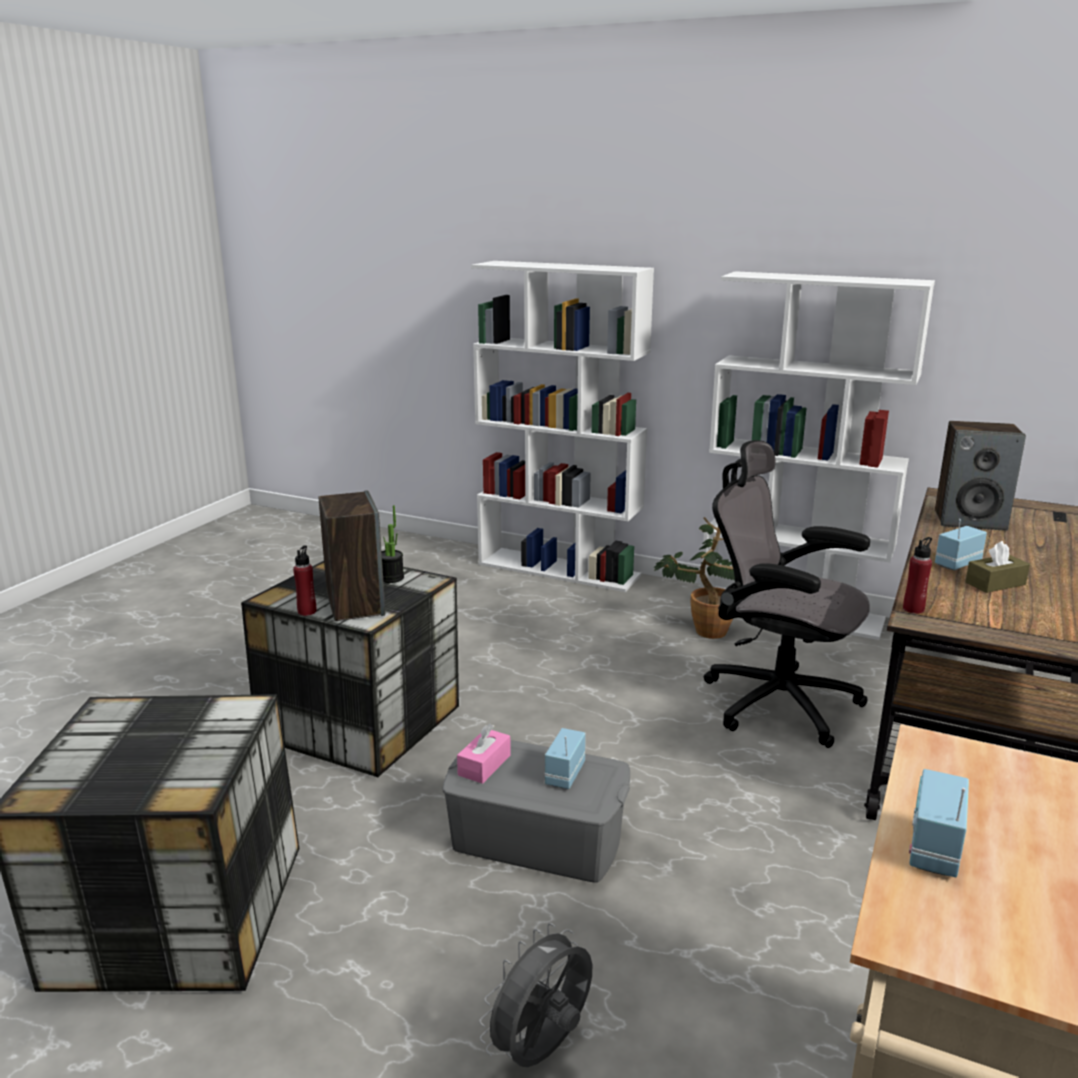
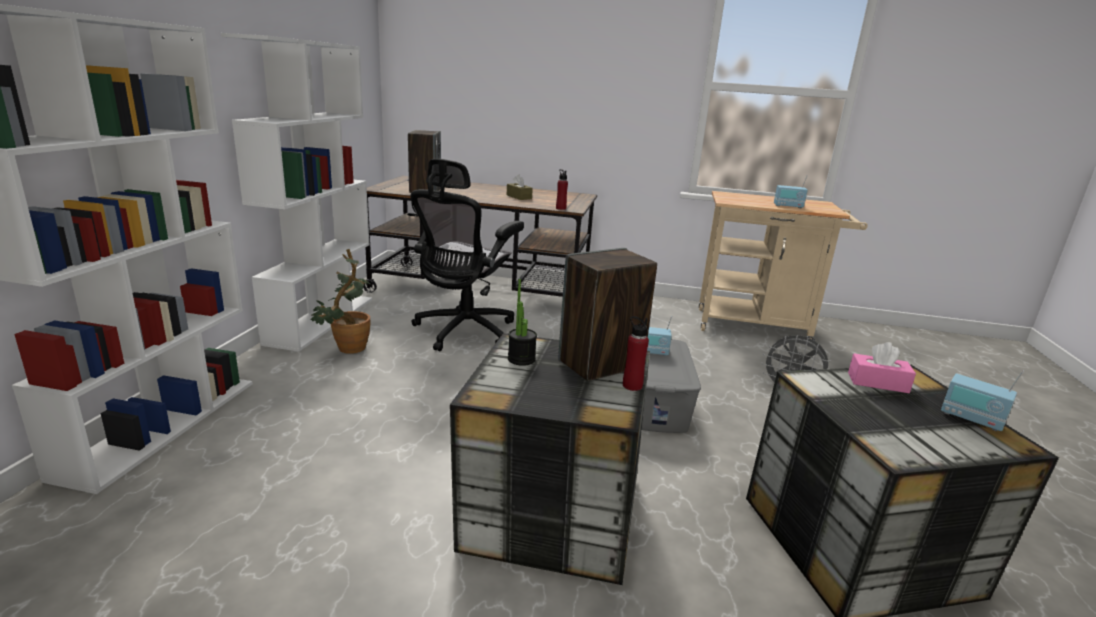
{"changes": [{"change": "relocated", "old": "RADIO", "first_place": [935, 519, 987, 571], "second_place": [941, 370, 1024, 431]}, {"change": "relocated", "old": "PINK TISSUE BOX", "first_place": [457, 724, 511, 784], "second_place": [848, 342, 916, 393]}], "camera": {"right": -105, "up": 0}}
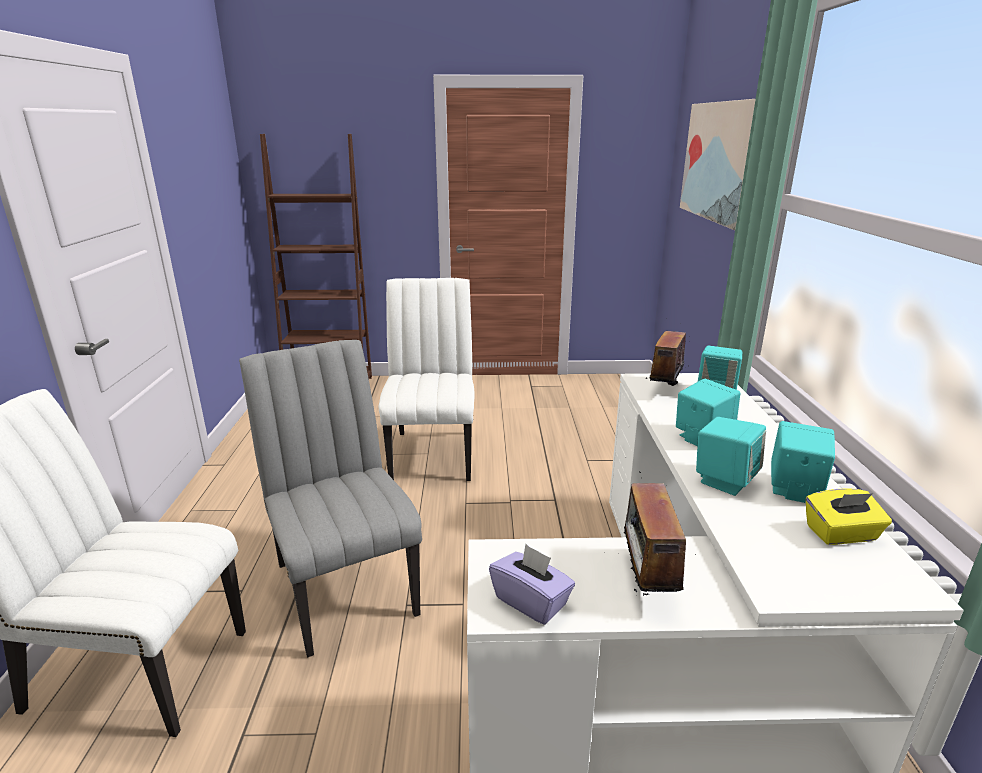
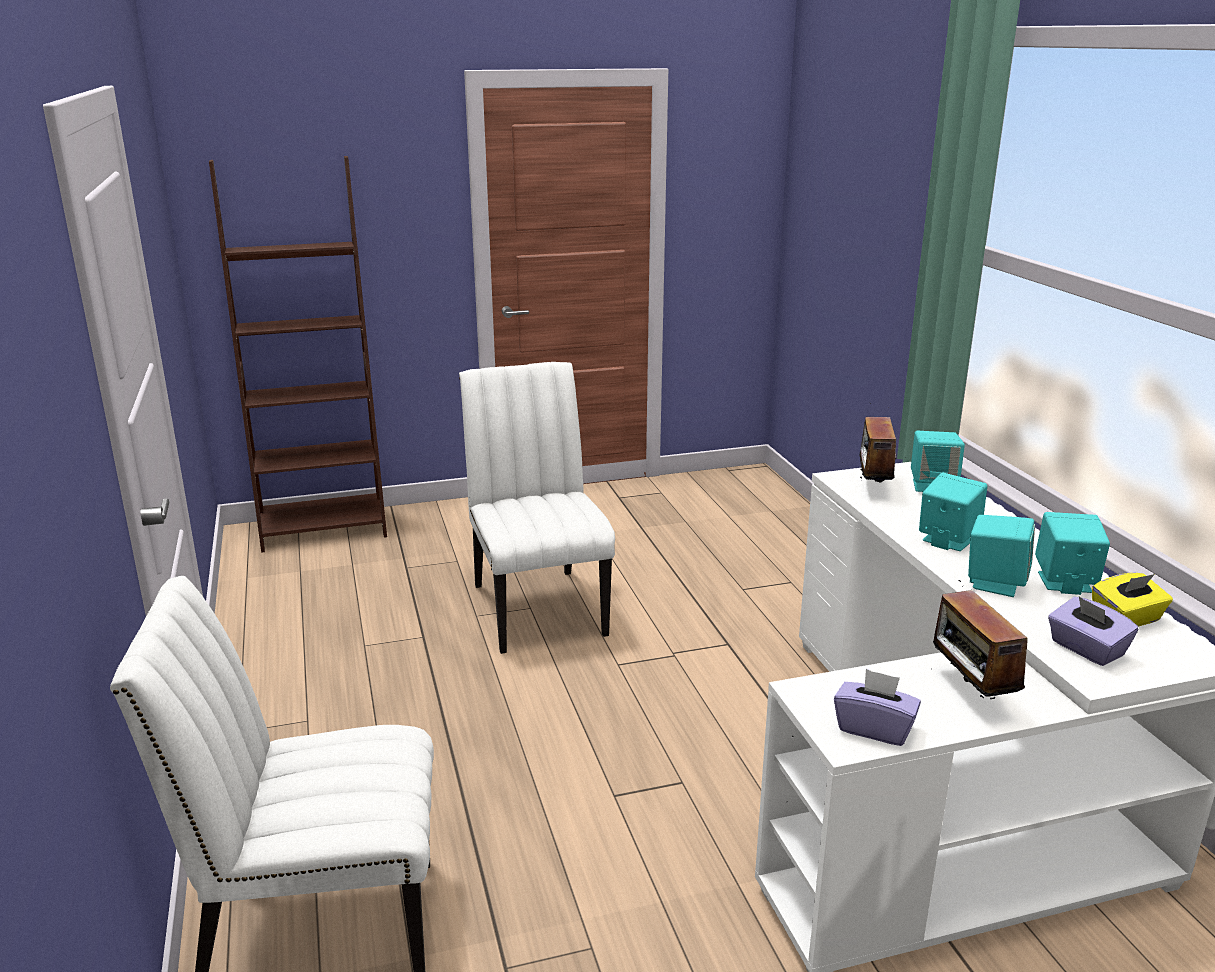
{"changes": [{"change": "missing", "old": "PICTURE", "first_place": [680, 99, 755, 230]}, {"change": "missing", "old": "GREY CHAIR", "first_place": [239, 340, 422, 658]}, {"change": "appeared", "new": "PURPLE TISSUE BOX", "second_place": [1048, 596, 1138, 666]}], "camera": {"right": -15, "up": 0}}
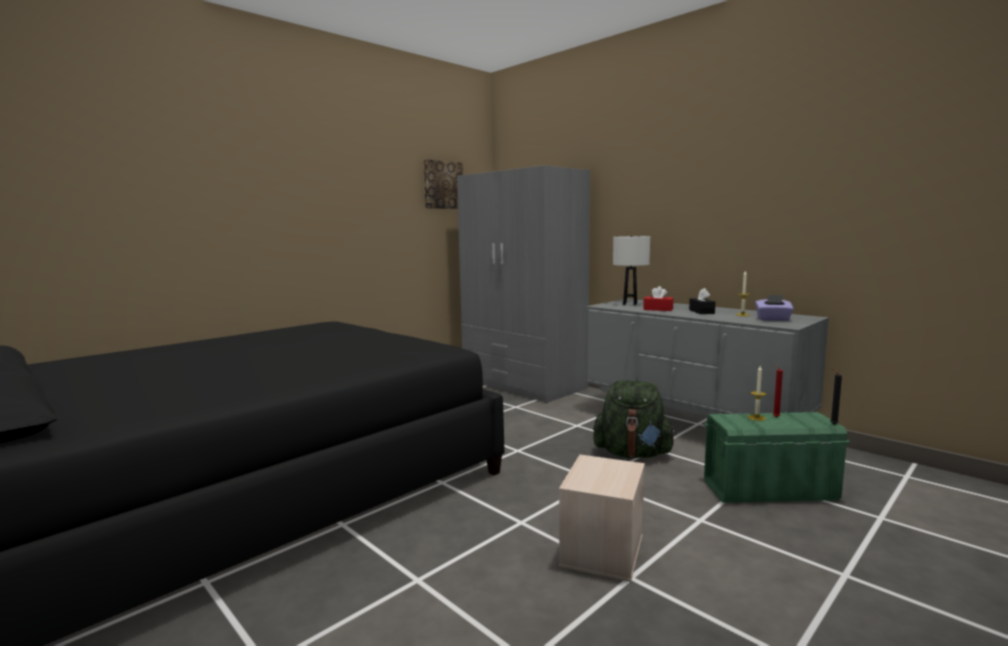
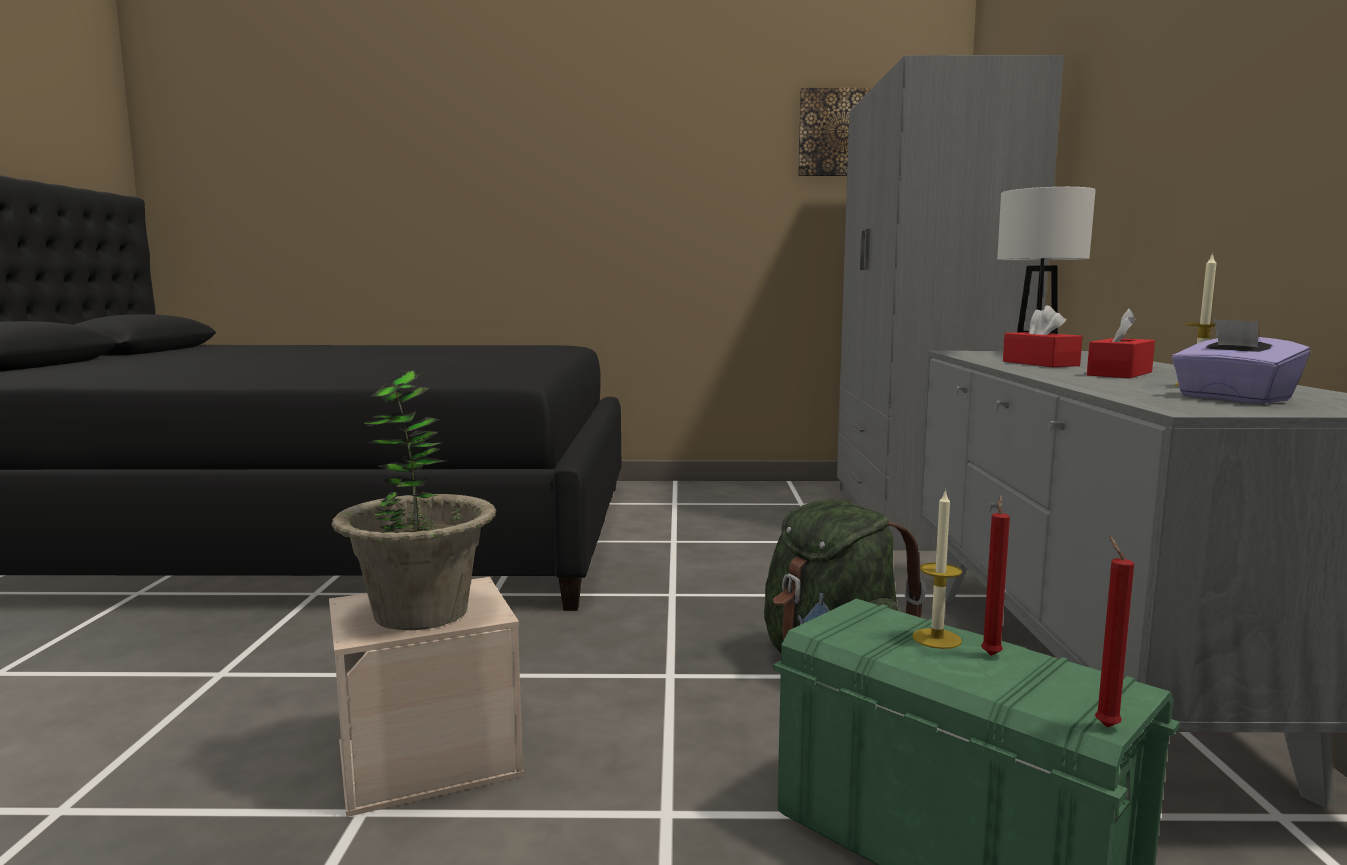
{"changes": [{"change": "colour", "old": "BLACK TISSUE BOX", "new": "RED TISSUE BOX", "first_place": [689, 288, 715, 314], "second_place": [1087, 309, 1155, 378]}, {"change": "colour", "old": "BLACK CANDLE", "new": "RED CANDLE", "first_place": [830, 369, 842, 425], "second_place": [1095, 536, 1134, 728]}, {"change": "appeared", "new": "POTTED PLANT", "second_place": [332, 371, 496, 630]}], "camera": {"right": 45, "up": 0}}
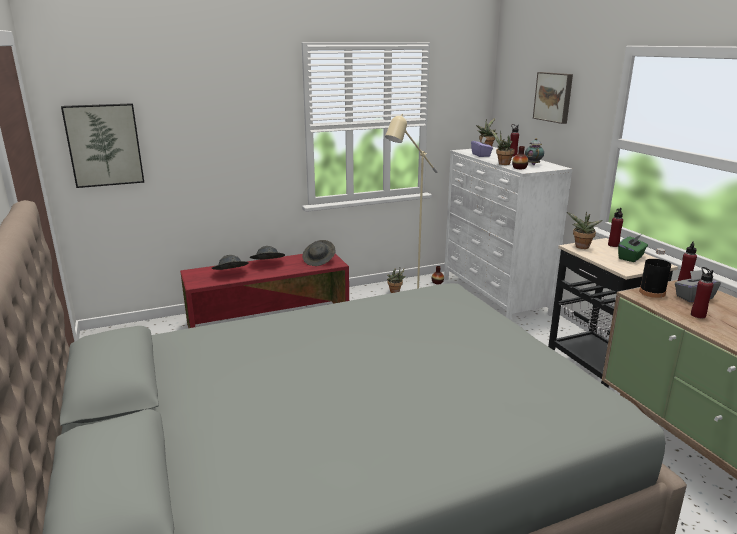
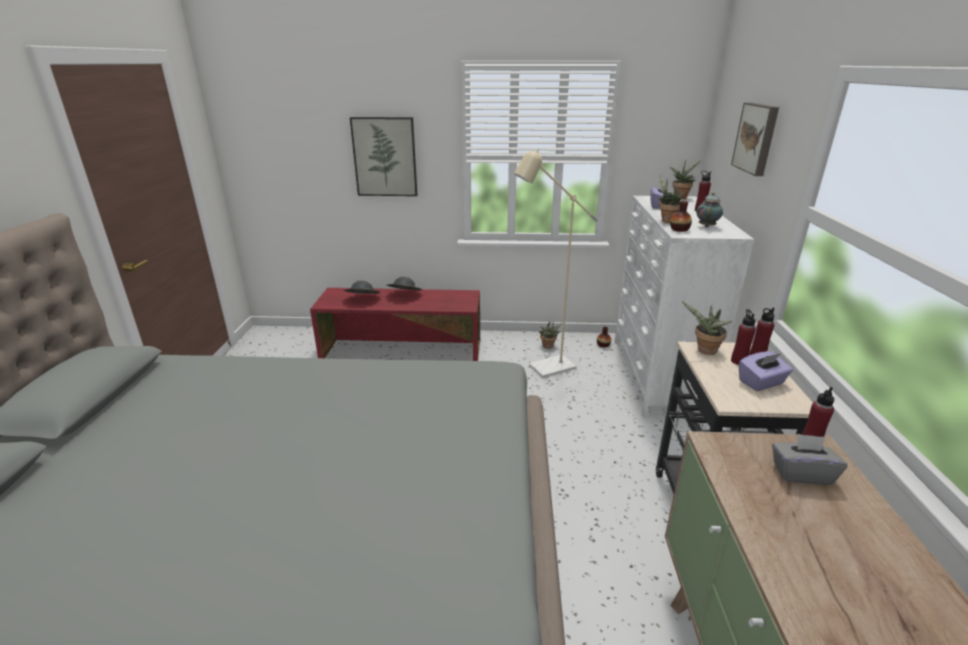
{"changes": [{"change": "relocated", "old": "PICTURE", "first_place": [61, 103, 144, 188], "second_place": [350, 117, 417, 196]}, {"change": "colour", "old": "GREEN TISSUE BOX", "new": "PURPLE TISSUE BOX", "first_place": [618, 235, 648, 262], "second_place": [739, 351, 793, 391]}, {"change": "missing", "old": "GREY HAT", "first_place": [302, 240, 335, 266]}, {"change": "missing", "old": "BLACK BOTTLE", "first_place": [639, 248, 671, 298]}, {"change": "relocated", "old": "RED BOTTLE", "first_place": [691, 267, 714, 318], "second_place": [731, 309, 756, 365]}], "camera": {"right": 25, "up": 5}}
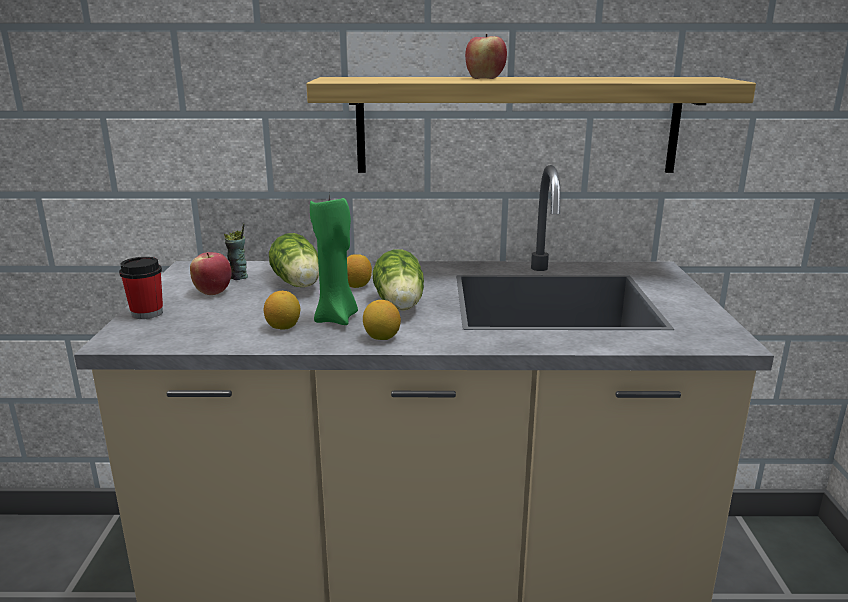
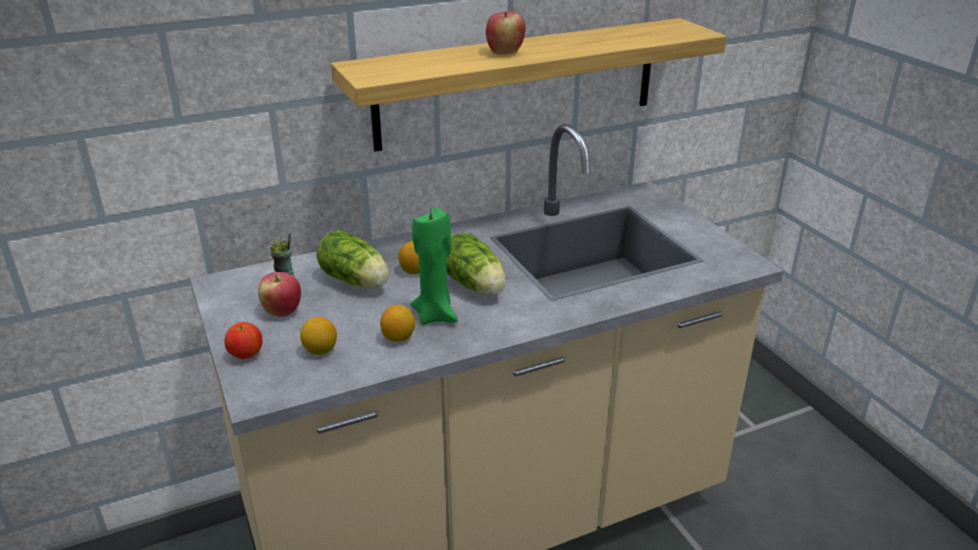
{"changes": [{"change": "exchanged", "old": "CUP", "new": "APPLE", "first_place": [119, 257, 163, 319], "second_place": [224, 322, 263, 359]}, {"change": "relocated", "old": "LEMON", "first_place": [363, 300, 401, 340], "second_place": [300, 317, 337, 355]}], "camera": {"right": -25, "up": 10}}
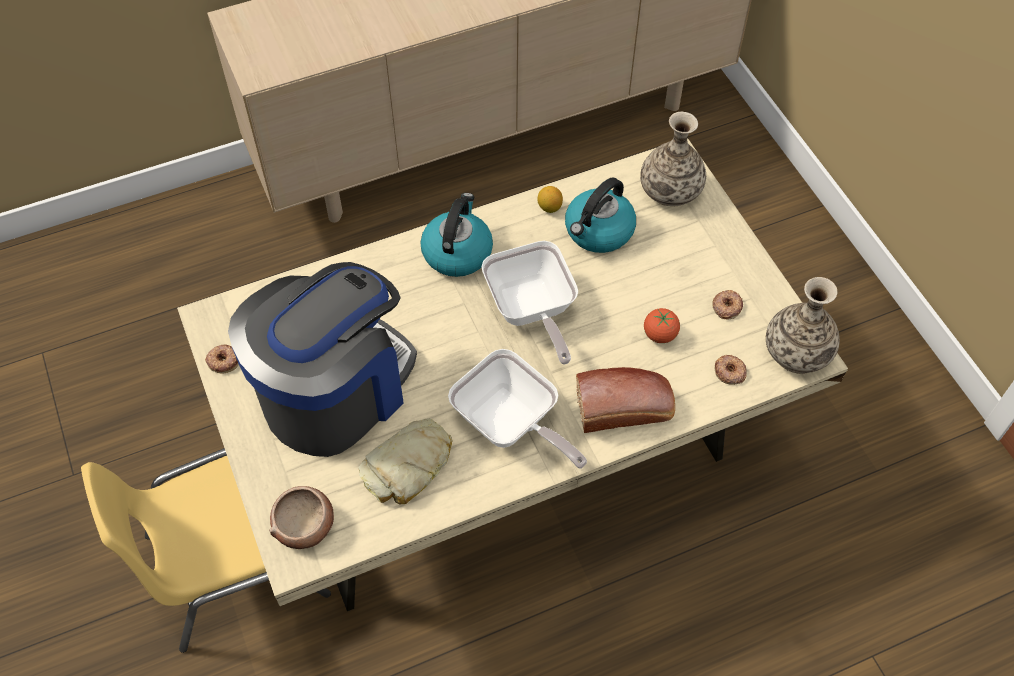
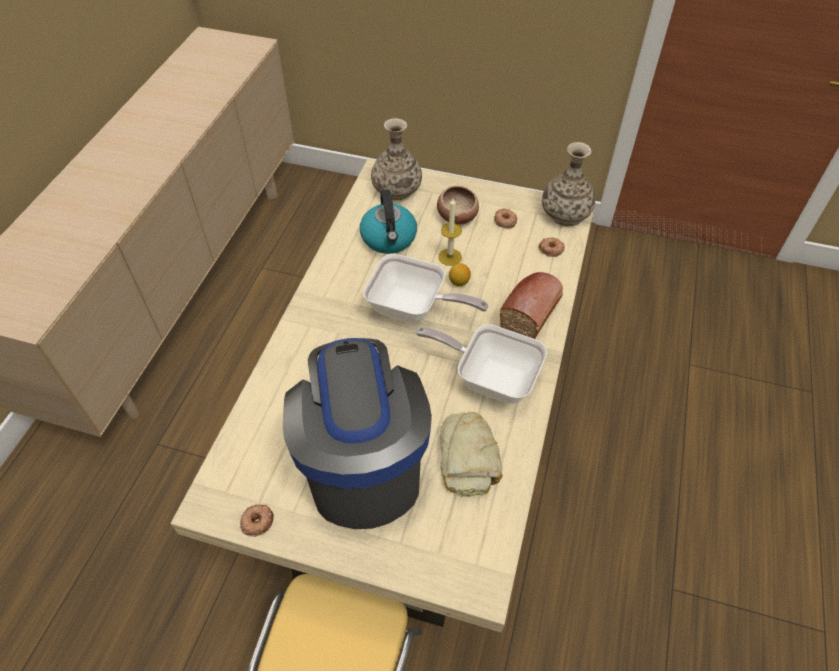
{"changes": [{"change": "relocated", "old": "LEMON", "first_place": [537, 186, 563, 213], "second_place": [449, 263, 471, 286]}, {"change": "missing", "old": "KETTLE", "first_place": [420, 193, 493, 277]}, {"change": "missing", "old": "TOMATO", "first_place": [644, 308, 680, 343]}, {"change": "spun", "old": "FRYING PAN", "first_place": [448, 349, 587, 469], "second_place": [415, 324, 547, 404], "degrees": -150}, {"change": "relocated", "old": "BOWL", "first_place": [269, 486, 334, 549], "second_place": [437, 186, 479, 225]}, {"change": "appeared", "new": "CANDLE", "second_place": [438, 198, 462, 266]}], "camera": {"right": -50, "up": -5}}
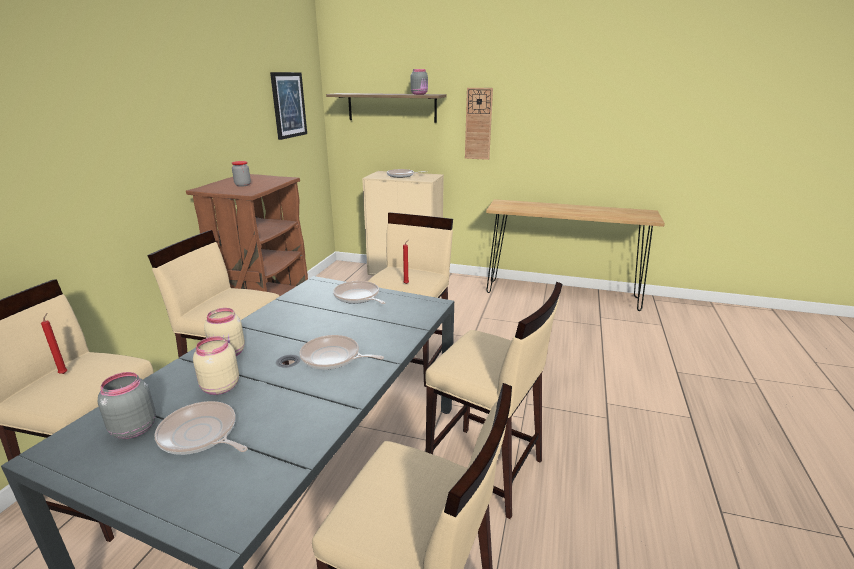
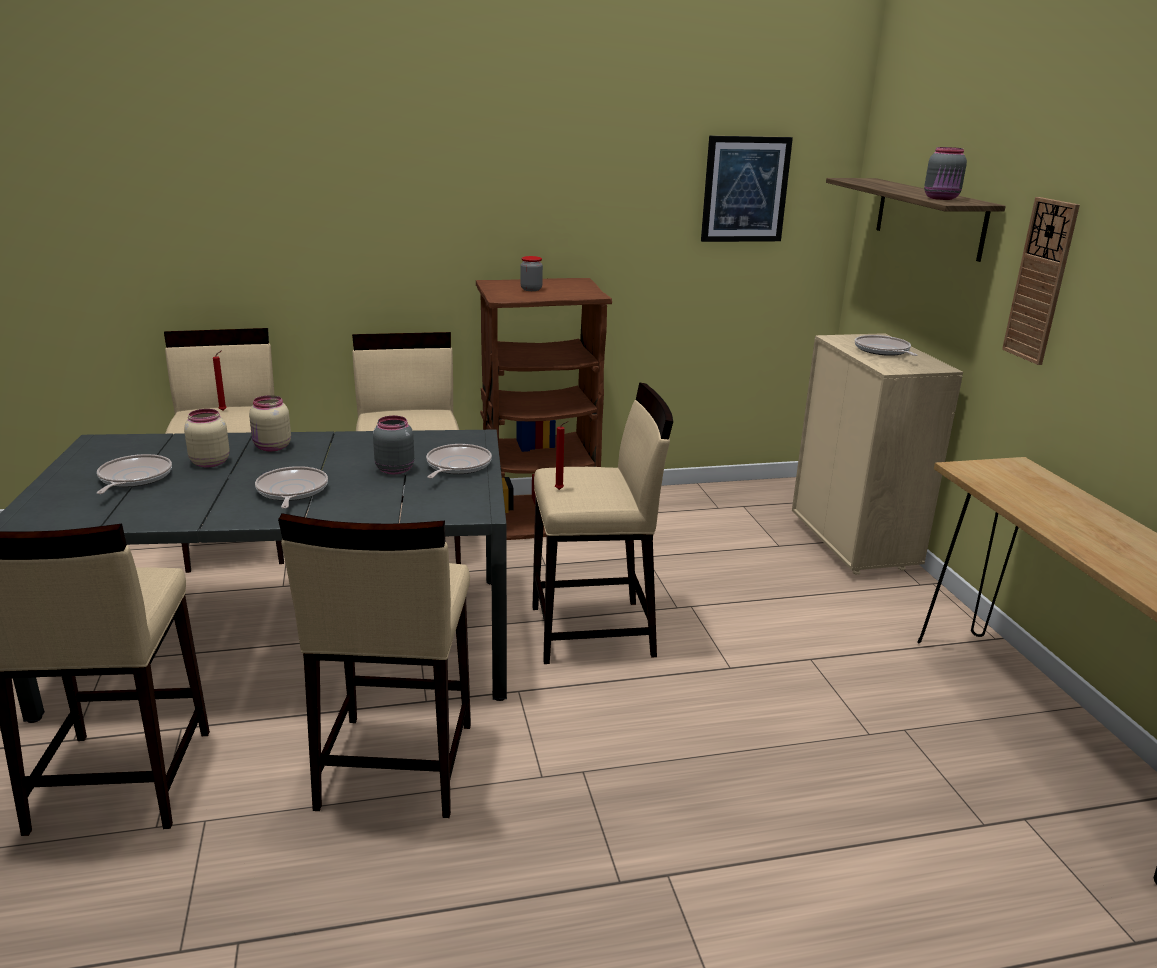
{"changes": [{"change": "relocated", "old": "GREY JAR", "first_place": [98, 372, 156, 439], "second_place": [373, 416, 414, 474]}], "camera": {"right": 60, "up": 0}}
